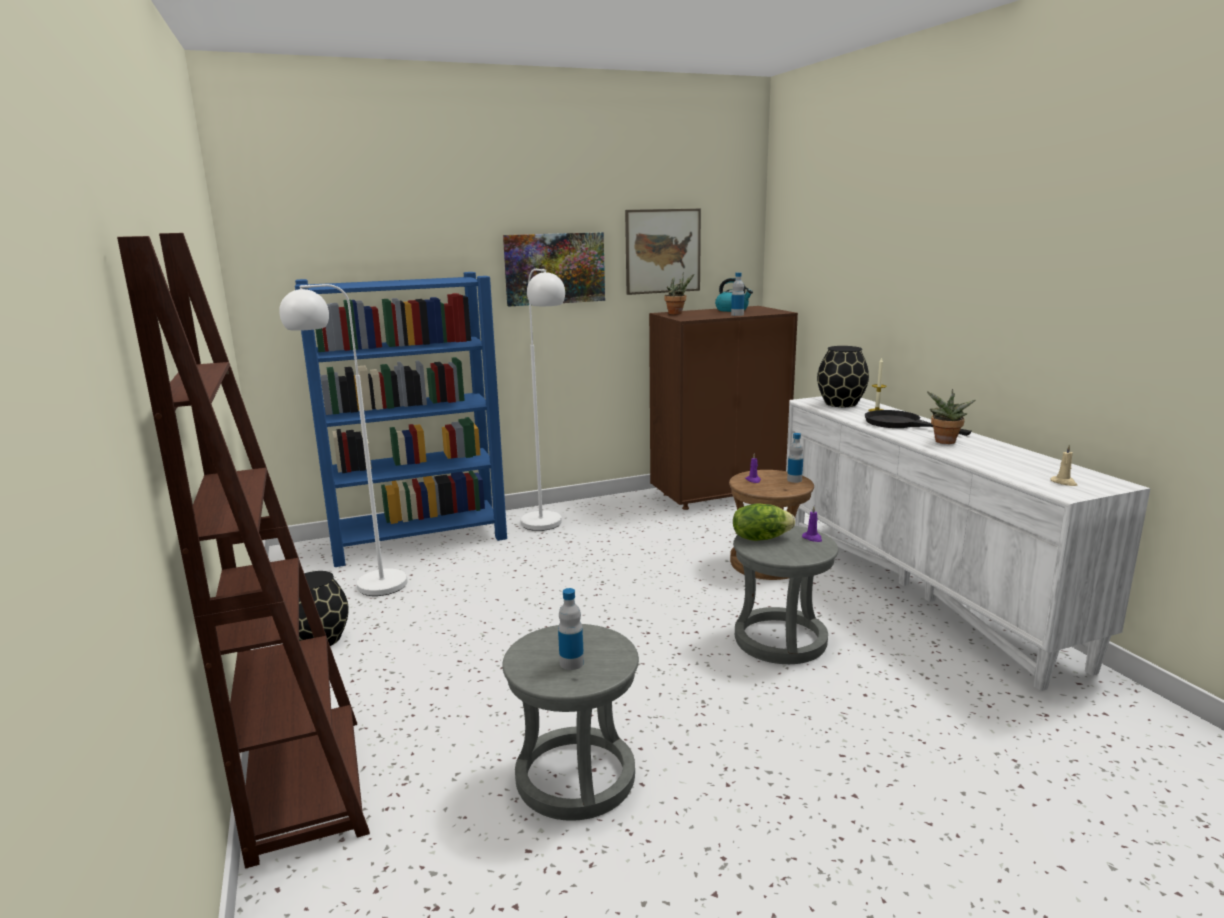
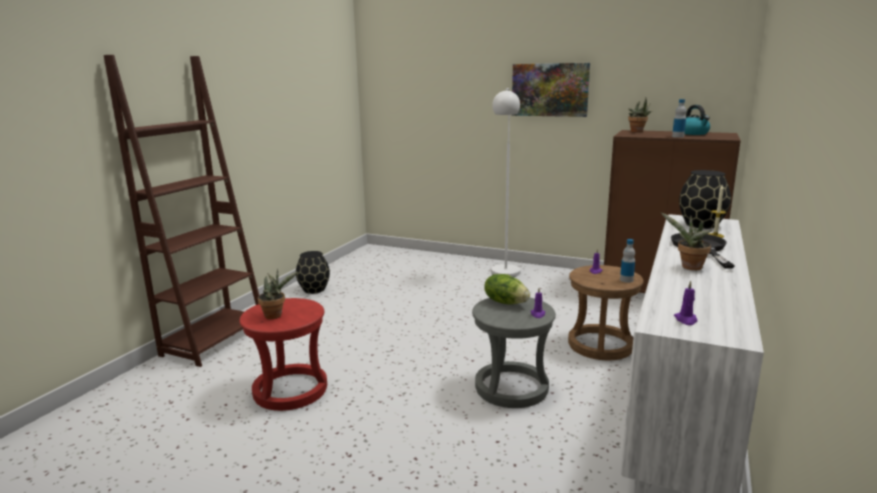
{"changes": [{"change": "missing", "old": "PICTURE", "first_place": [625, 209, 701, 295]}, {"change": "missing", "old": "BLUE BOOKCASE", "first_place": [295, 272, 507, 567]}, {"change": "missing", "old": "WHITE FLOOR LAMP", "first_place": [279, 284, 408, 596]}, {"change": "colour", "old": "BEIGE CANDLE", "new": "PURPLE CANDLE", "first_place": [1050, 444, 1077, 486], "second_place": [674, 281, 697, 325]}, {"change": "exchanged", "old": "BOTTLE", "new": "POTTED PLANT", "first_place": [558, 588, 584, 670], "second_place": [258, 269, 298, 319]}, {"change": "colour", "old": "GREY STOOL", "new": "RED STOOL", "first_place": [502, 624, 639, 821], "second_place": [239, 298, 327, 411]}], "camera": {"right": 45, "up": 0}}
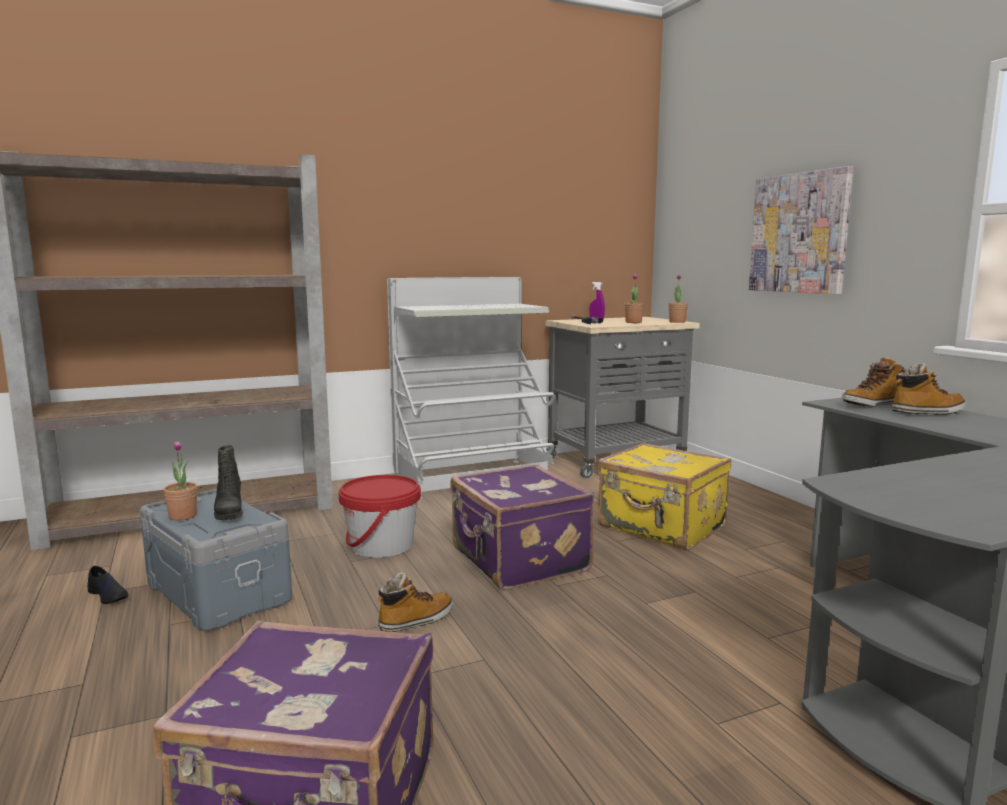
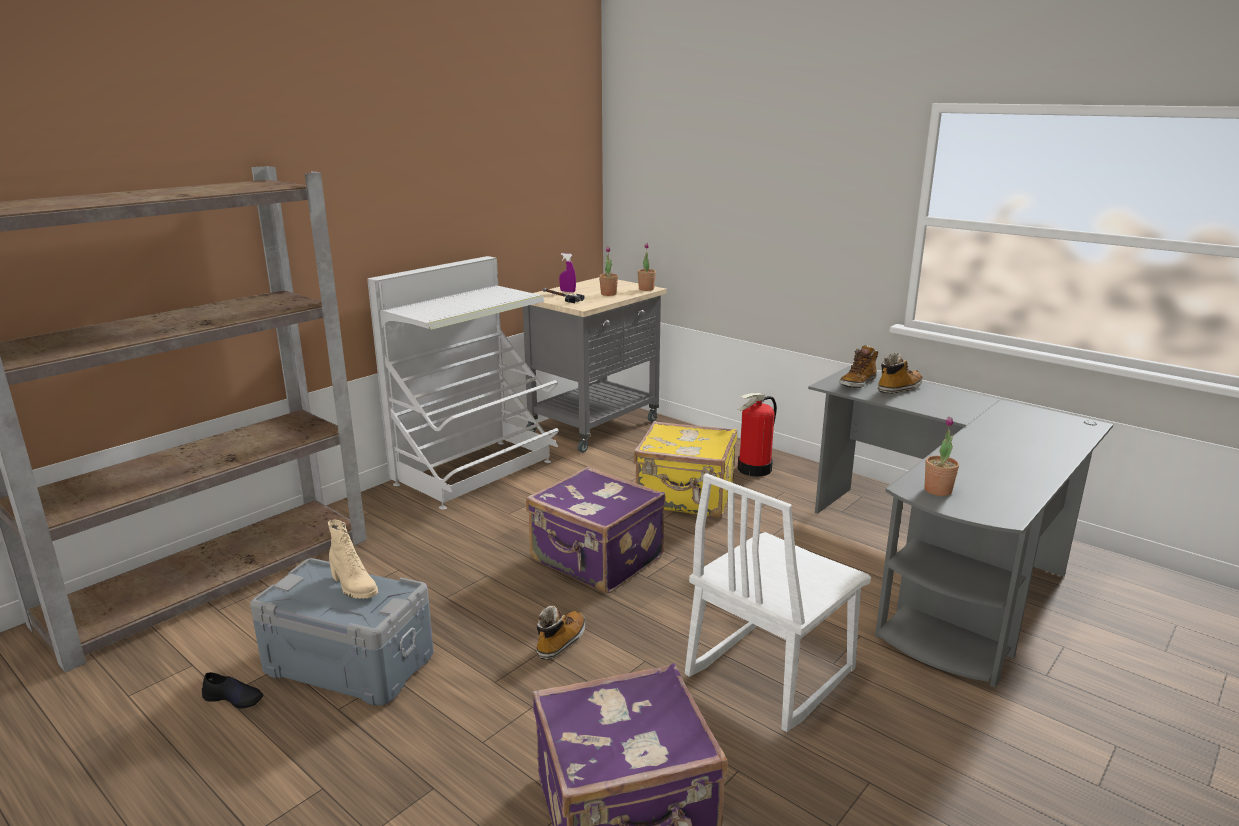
{"changes": [{"change": "missing", "old": "PICTURE", "first_place": [749, 166, 854, 294]}, {"change": "relocated", "old": "POTTED PLANT", "first_place": [163, 441, 197, 520], "second_place": [925, 417, 959, 496]}, {"change": "colour", "old": "BLACK BOOT", "new": "BEIGE BOOT", "first_place": [214, 446, 243, 520], "second_place": [328, 520, 378, 599]}, {"change": "missing", "old": "RED BUCKET", "first_place": [339, 475, 421, 558]}, {"change": "appeared", "new": "FIRE EXTINGUISHER", "second_place": [738, 393, 777, 477]}, {"change": "appeared", "new": "WHITE CHAIR", "second_place": [685, 473, 871, 732]}], "camera": {"right": -25, "up": 10}}
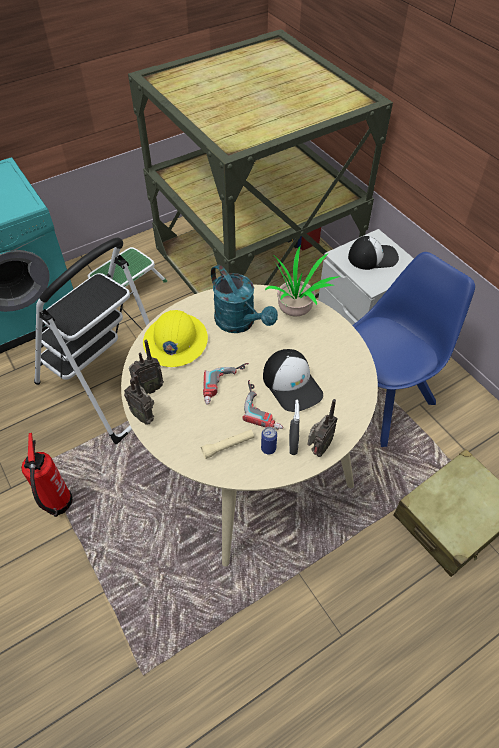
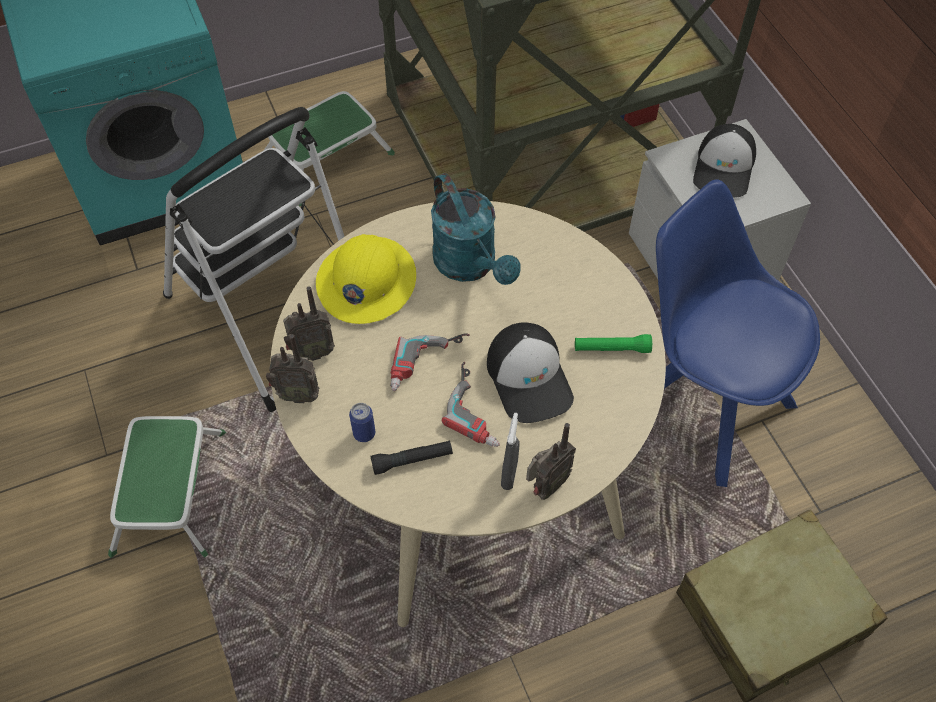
{"changes": [{"change": "spun", "old": "CAP", "first_place": [348, 236, 399, 270], "second_place": [693, 124, 756, 198], "degrees": 105}, {"change": "missing", "old": "POTTED PLANT", "first_place": [265, 244, 341, 317]}, {"change": "spun", "old": "BLUE CHAIR", "first_place": [352, 252, 475, 447], "second_place": [656, 180, 820, 487], "degrees": -105}, {"change": "spun", "old": "RADIO", "first_place": [124, 374, 154, 425], "second_place": [266, 334, 319, 403], "degrees": -45}, {"change": "relocated", "old": "CAN", "first_place": [261, 427, 277, 454], "second_place": [349, 403, 375, 442]}, {"change": "colour", "old": "BEIGE FLASHLIGHT", "new": "BLACK FLASHLIGHT", "first_place": [201, 429, 254, 459], "second_place": [371, 440, 453, 475]}, {"change": "exchanged", "old": "FIRE EXTINGUISHER", "new": "GREEN STEP LADDER", "first_place": [21, 433, 73, 517], "second_place": [108, 416, 226, 558]}, {"change": "appeared", "new": "GREEN FLASHLIGHT", "second_place": [575, 334, 652, 353]}], "camera": {"right": 10, "up": 5}}
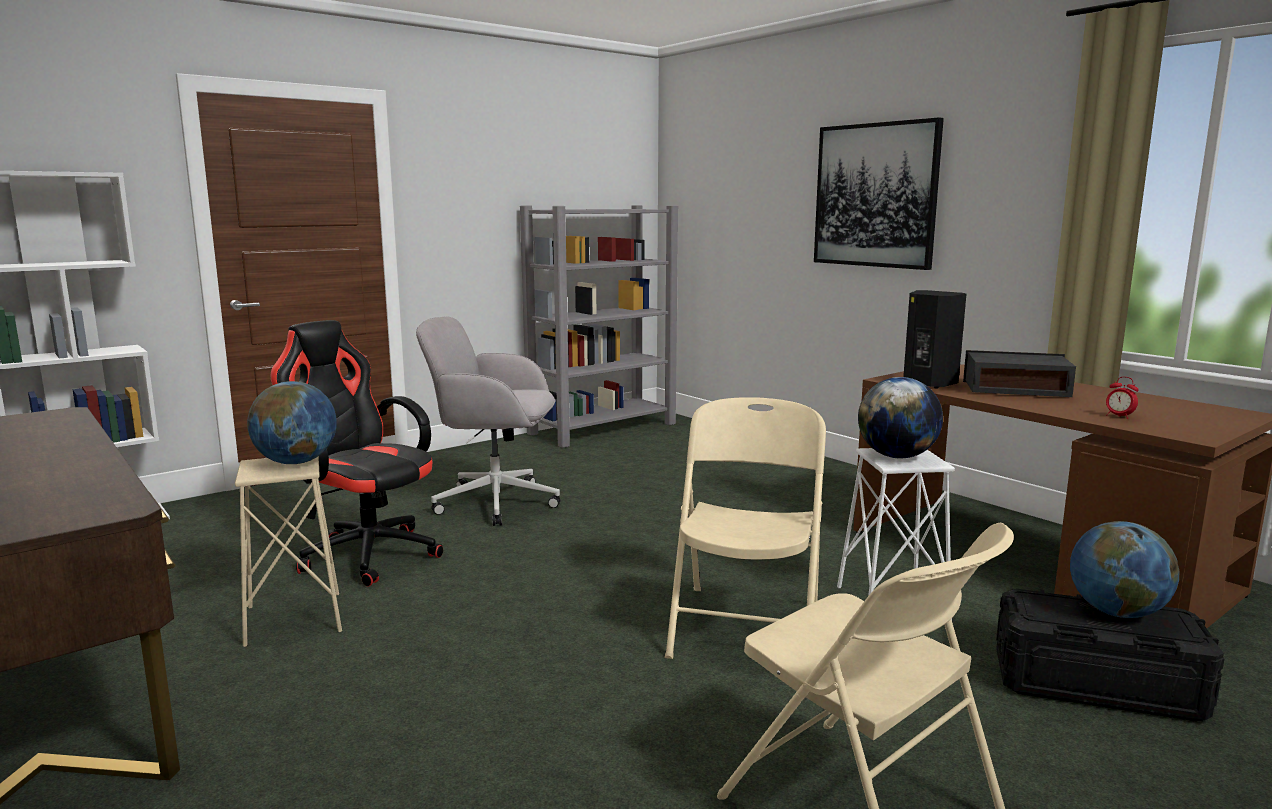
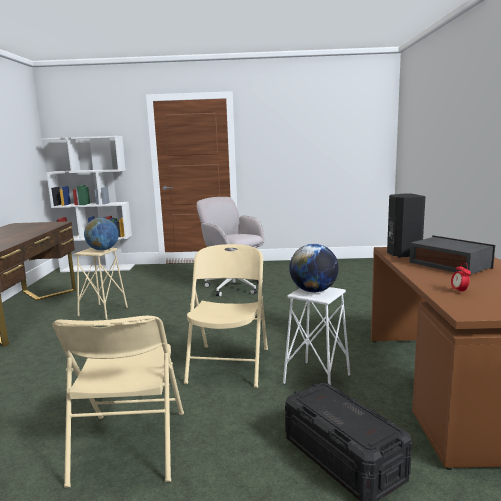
{"changes": [{"change": "missing", "old": "PICTURE", "first_place": [814, 117, 944, 270]}, {"change": "missing", "old": "GREY BOOKCASE", "first_place": [520, 205, 678, 448]}, {"change": "missing", "old": "BLACK OFFICE CHAIR", "first_place": [271, 320, 443, 587]}, {"change": "spun", "old": "BEIGE CHAIR", "first_place": [665, 397, 826, 659], "second_place": [184, 244, 268, 388], "degrees": -45}, {"change": "missing", "old": "GLOBE", "first_place": [1070, 521, 1179, 618]}], "camera": {"right": 40, "up": 0}}
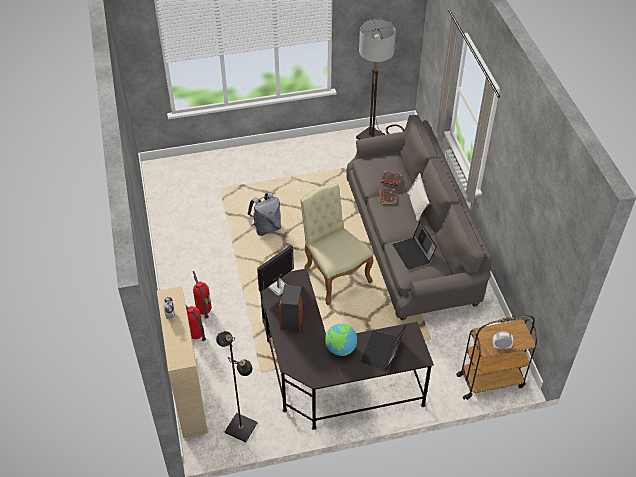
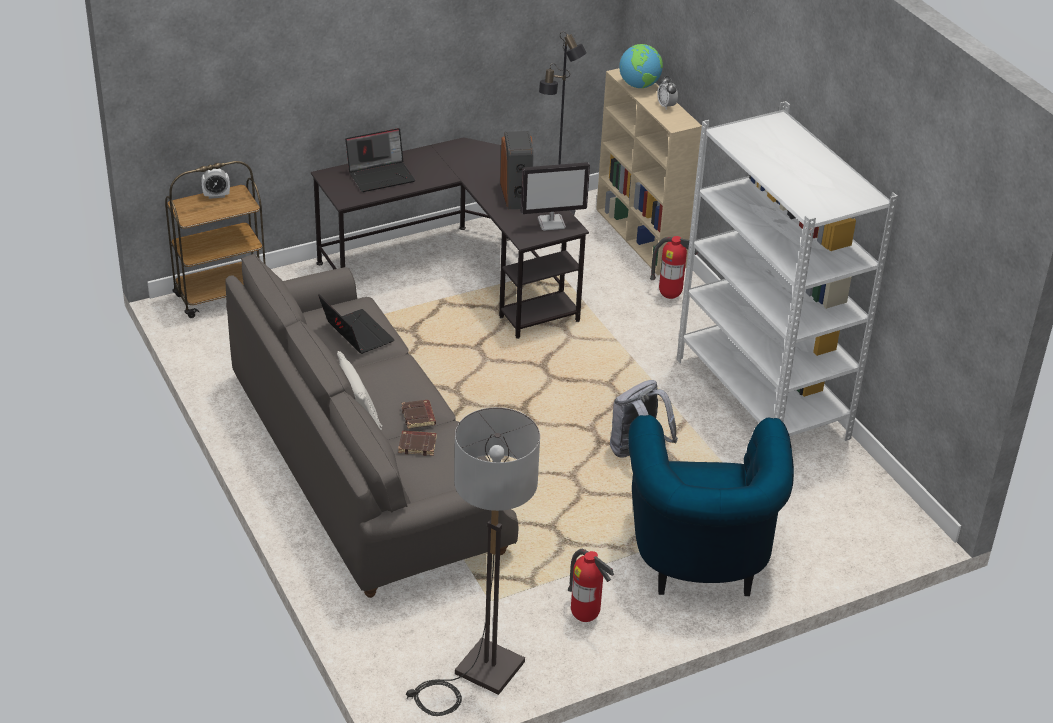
{"changes": [{"change": "missing", "old": "BEIGE CHAIR", "first_place": [300, 183, 373, 305]}, {"change": "spun", "old": "MONITOR", "first_place": [257, 245, 294, 296], "second_place": [521, 162, 590, 231], "degrees": 45}, {"change": "relocated", "old": "FIRE EXTINGUISHER", "first_place": [193, 271, 211, 319], "second_place": [568, 549, 614, 622]}, {"change": "relocated", "old": "GLOBE", "first_place": [325, 323, 357, 356], "second_place": [619, 44, 663, 88]}, {"change": "spun", "old": "LAPTOP", "first_place": [361, 325, 406, 370], "second_place": [345, 128, 415, 192], "degrees": 60}, {"change": "appeared", "new": "WHITE BOOKCASE", "second_place": [677, 101, 898, 441]}, {"change": "appeared", "new": "BLUE ARMCHAIR", "second_place": [628, 415, 794, 596]}], "camera": {"right": 165, "up": -10}}
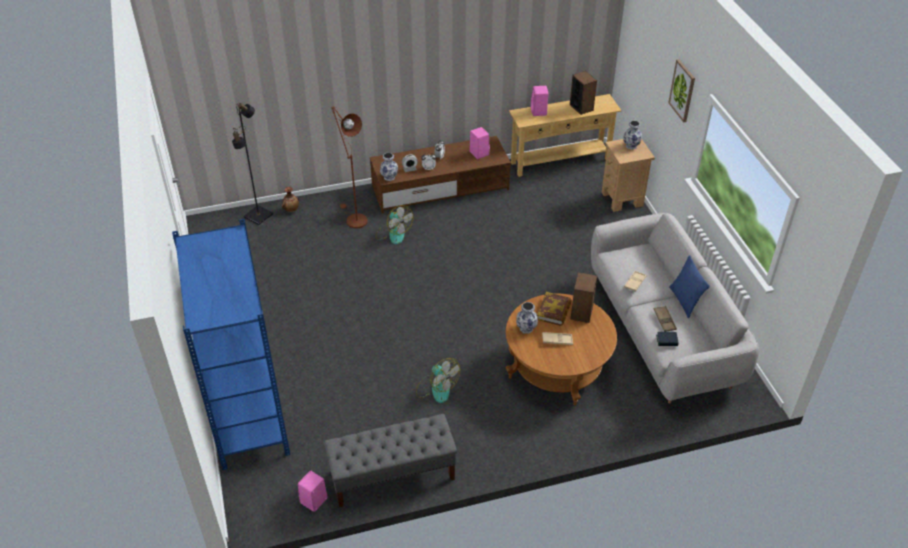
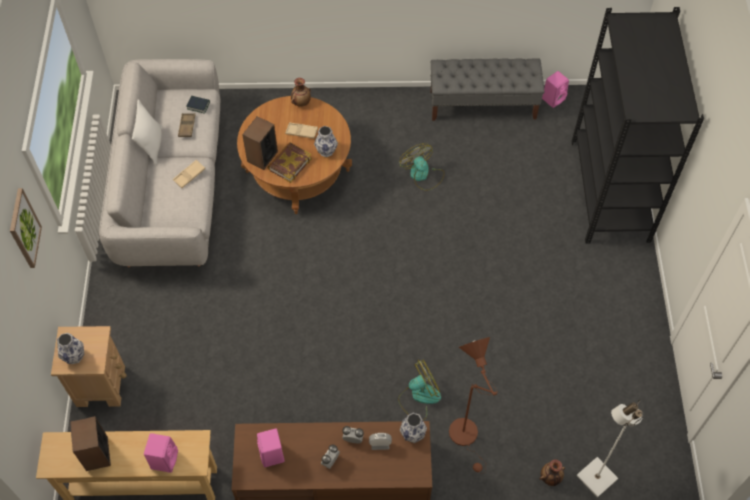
{"changes": [{"change": "colour", "old": "BLACK FLOOR LAMP", "new": "WHITE FLOOR LAMP", "first_place": [232, 103, 273, 225], "second_place": [576, 400, 643, 497]}, {"change": "spun", "old": "FAN", "first_place": [376, 205, 414, 244], "second_place": [398, 360, 441, 420], "degrees": 90}, {"change": "colour", "old": "BLUE BOOKCASE", "new": "BLACK BOOKCASE", "first_place": [172, 219, 290, 470], "second_place": [572, 7, 704, 243]}, {"change": "colour", "old": "BLUE PILLOW", "new": "WHITE PILLOW", "first_place": [669, 255, 710, 318], "second_place": [132, 99, 162, 165]}, {"change": "appeared", "new": "VASE", "second_place": [291, 78, 311, 107]}], "camera": {"right": -165, "up": 15}}
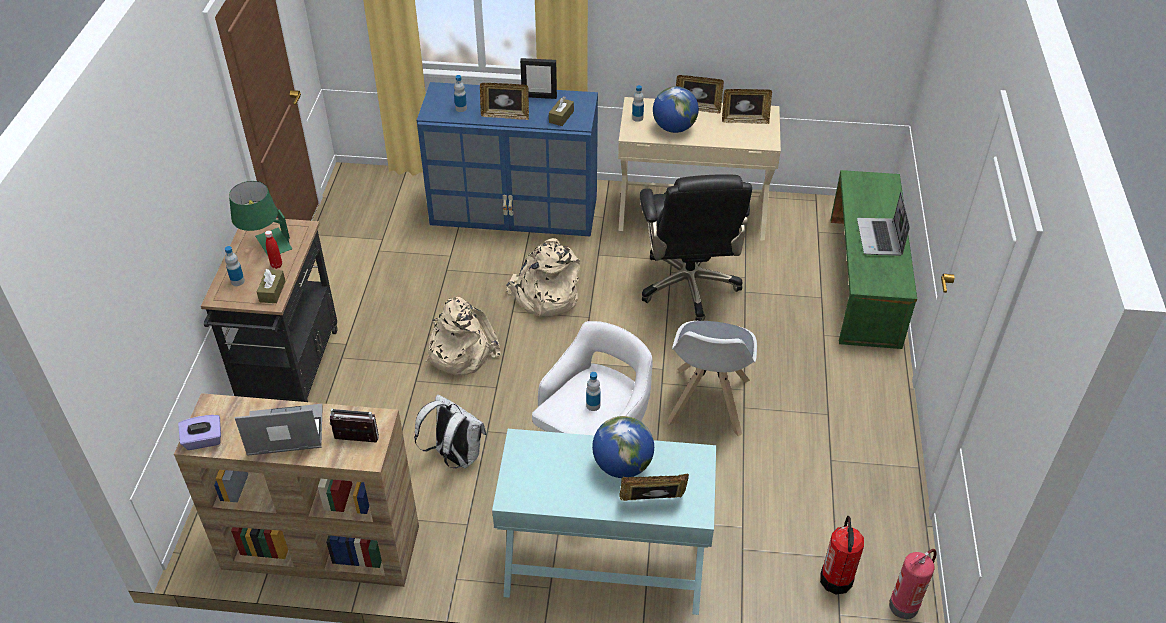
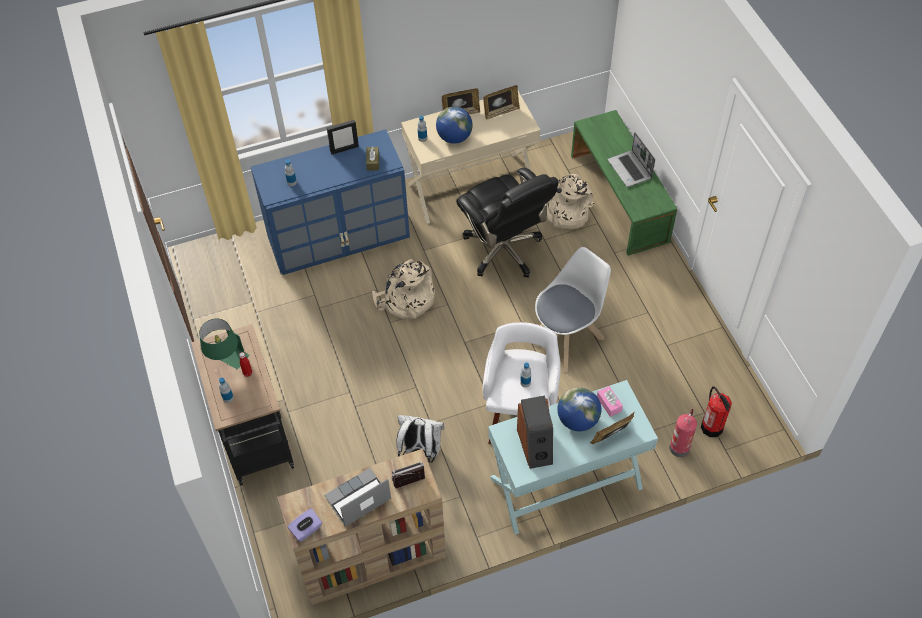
{"changes": [{"change": "missing", "old": "PICTURE FRAME", "first_place": [480, 83, 529, 120]}, {"change": "missing", "old": "BROWN TISSUE BOX", "first_place": [257, 269, 285, 303]}, {"change": "relocated", "old": "BEIGE BACKPACK", "first_place": [425, 297, 501, 375], "second_place": [547, 174, 594, 229]}, {"change": "spun", "old": "CHAIR", "first_place": [666, 321, 757, 437], "second_place": [535, 247, 611, 372], "degrees": -120}, {"change": "relocated", "old": "FIRE EXTINGUISHER", "first_place": [889, 549, 937, 619], "second_place": [670, 409, 697, 457]}, {"change": "appeared", "new": "PINK TISSUE BOX", "second_place": [597, 386, 623, 417]}, {"change": "appeared", "new": "SPEAKER", "second_place": [517, 396, 553, 469]}], "camera": {"right": -25, "up": 10}}
